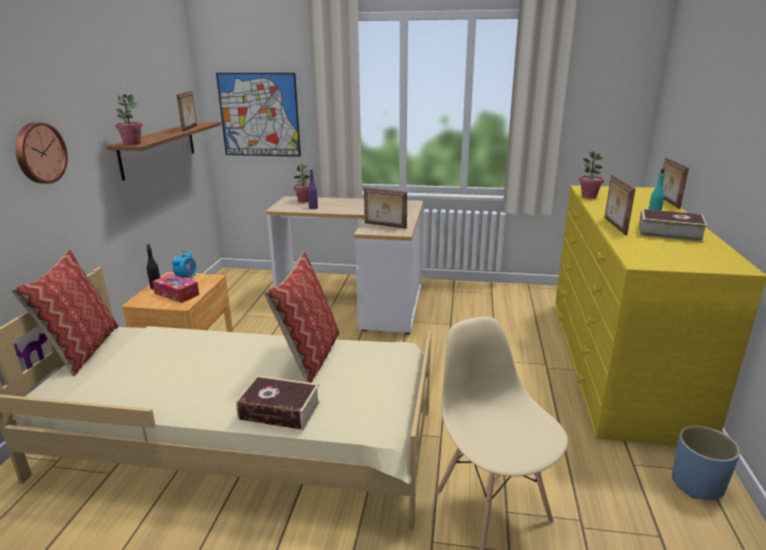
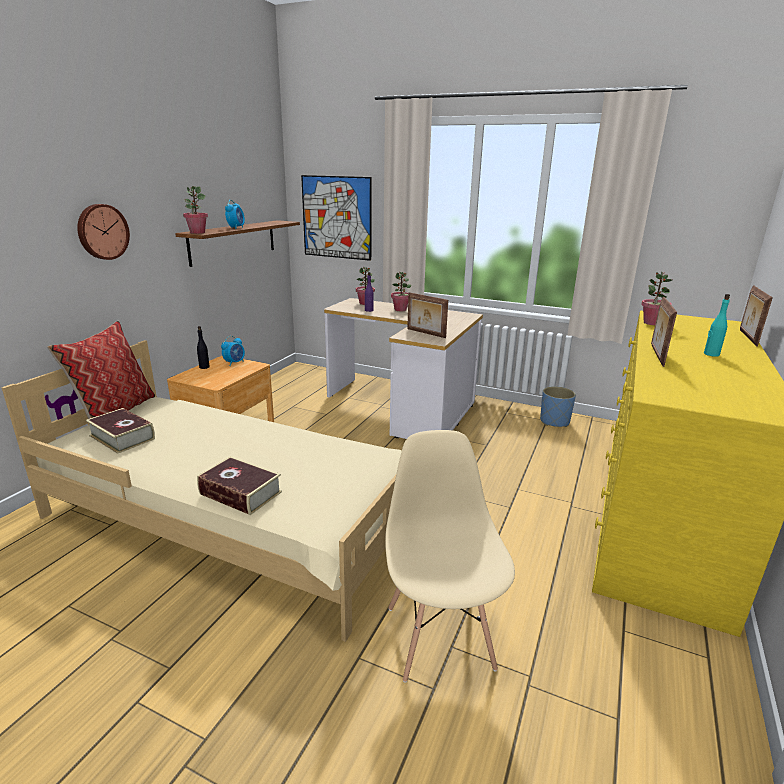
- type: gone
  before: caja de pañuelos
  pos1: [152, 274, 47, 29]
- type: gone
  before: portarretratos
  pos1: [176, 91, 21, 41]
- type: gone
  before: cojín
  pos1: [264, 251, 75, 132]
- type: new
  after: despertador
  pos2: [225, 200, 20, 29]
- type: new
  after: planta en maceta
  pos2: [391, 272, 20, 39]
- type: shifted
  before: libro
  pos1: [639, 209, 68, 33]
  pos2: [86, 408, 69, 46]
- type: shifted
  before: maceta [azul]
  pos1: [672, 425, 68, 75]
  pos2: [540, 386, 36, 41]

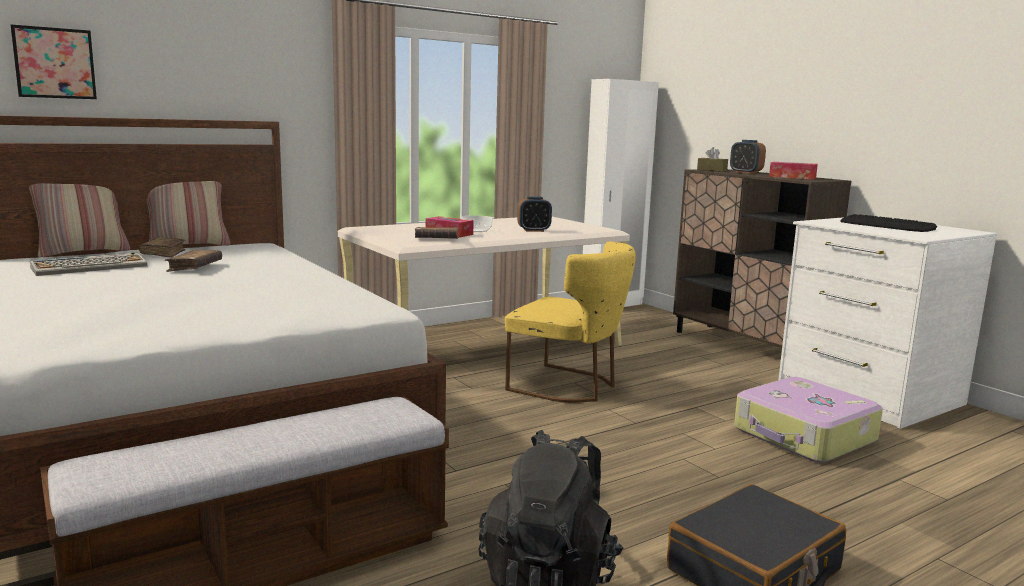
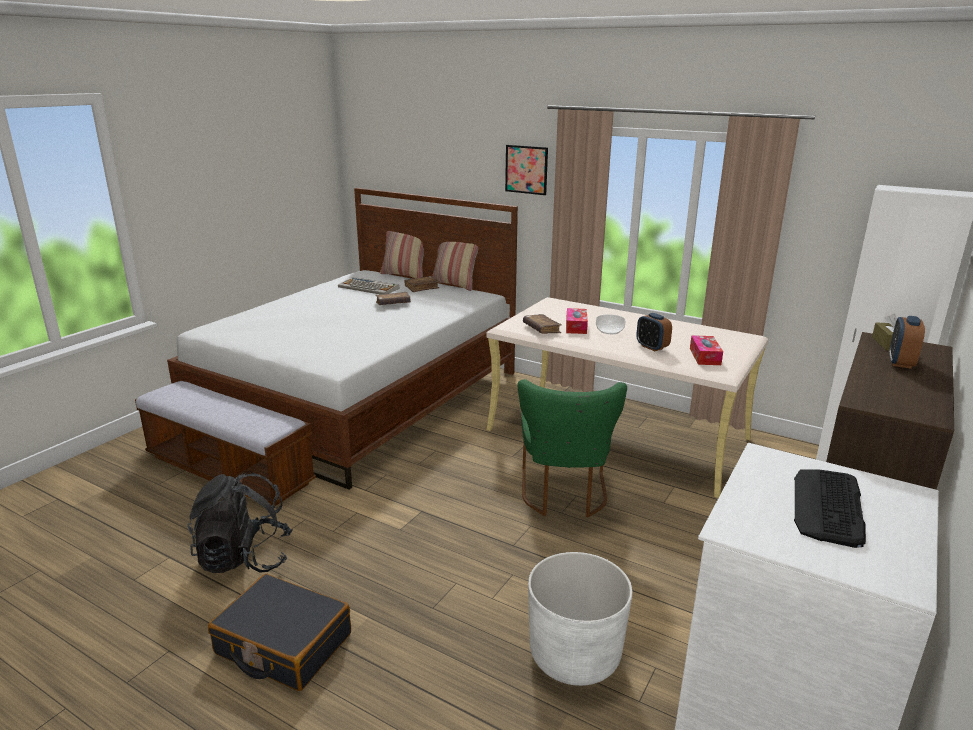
- type: shifted
  before: cuadro
  pos1: [11, 25, 86, 74]
  pos2: [505, 145, 43, 50]
- type: shifted
  before: caja de pañuelos
  pos1: [769, 162, 49, 17]
  pos2: [690, 335, 33, 30]
- type: swapped
  before: maleta
  after: maceta [blanco]
  pos1: [734, 377, 149, 86]
  pos2: [528, 552, 105, 134]
- type: repainted
  before: silla [amarillo]
  after: silla [verde]
  pos1: [505, 241, 131, 162]
  pos2: [517, 379, 110, 139]

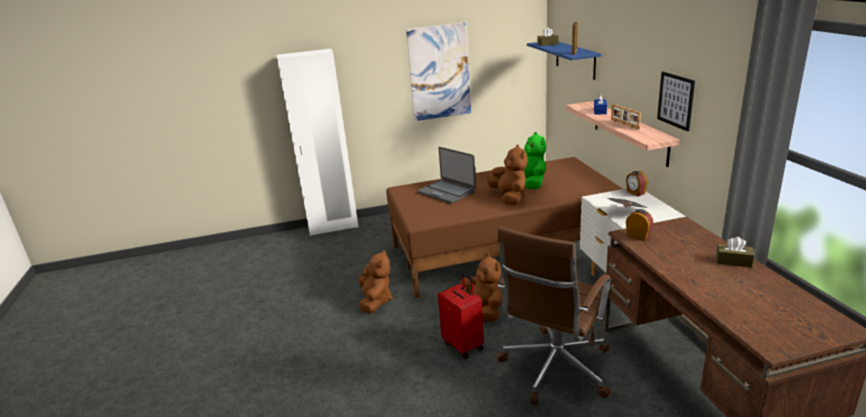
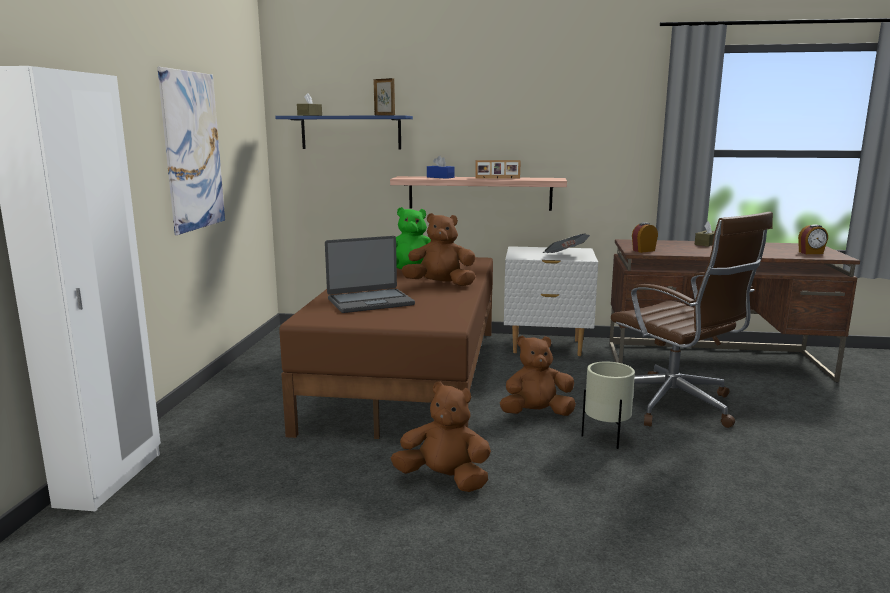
- type: gone
  before: cuadro
  pos1: [657, 72, 38, 60]
- type: shifted
  before: despertador
  pos1: [626, 171, 22, 25]
  pos2: [798, 224, 30, 30]
- type: swapped
  before: maleta [rojo]
  after: maceta [beis]
  pos1: [438, 273, 46, 86]
  pos2: [582, 361, 53, 88]

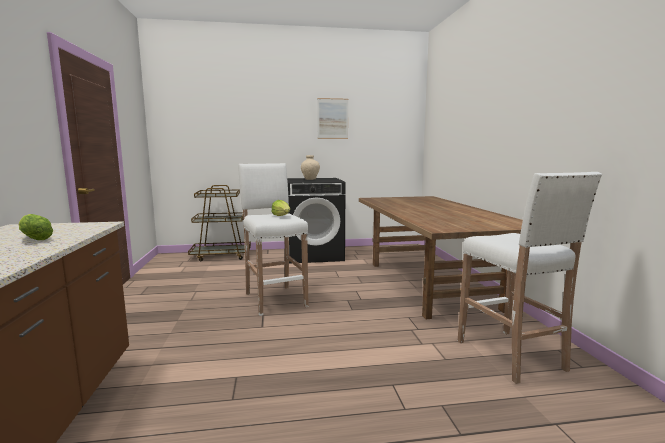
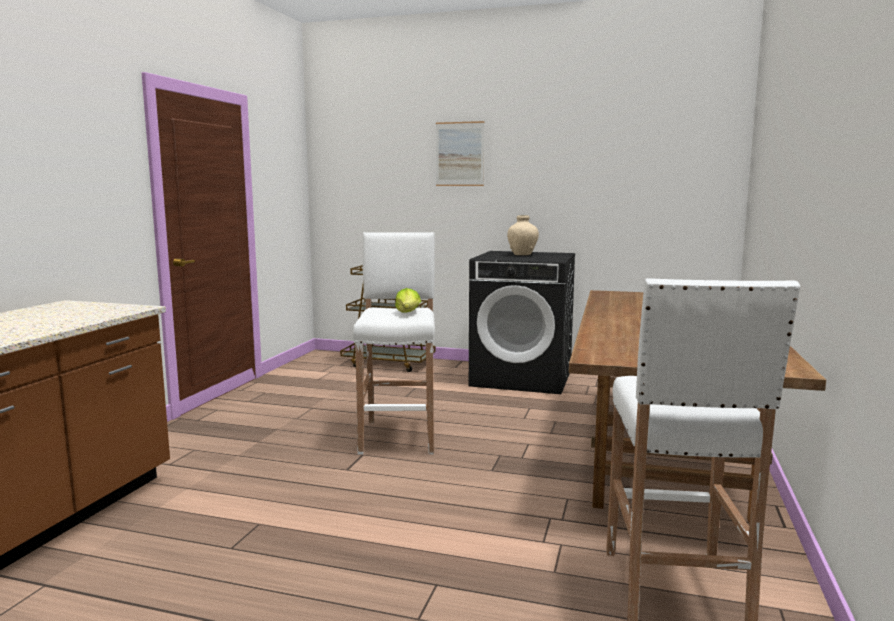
- type: gone
  before: lechuga
  pos1: [18, 214, 35, 26]
- type: shifted
  before: cuadro
  pos1: [317, 98, 31, 41]
  pos2: [436, 121, 48, 65]

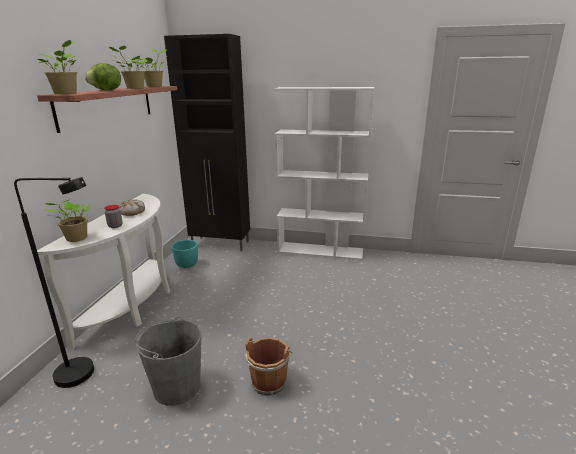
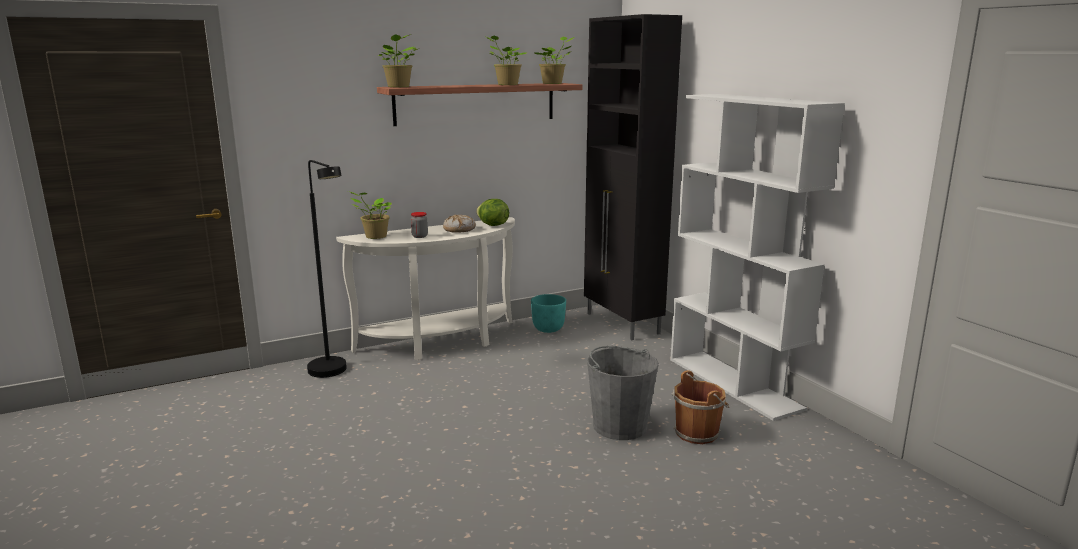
- type: shifted
  before: lechuga
  pos1: [85, 63, 36, 28]
  pos2: [476, 199, 33, 27]
- type: shifted
  before: cubo [gris]
  pos1: [135, 317, 66, 89]
  pos2: [587, 346, 72, 94]
- type: shifted
  before: cubo [marrón]
  pos1: [246, 337, 47, 59]
  pos2: [671, 370, 59, 74]

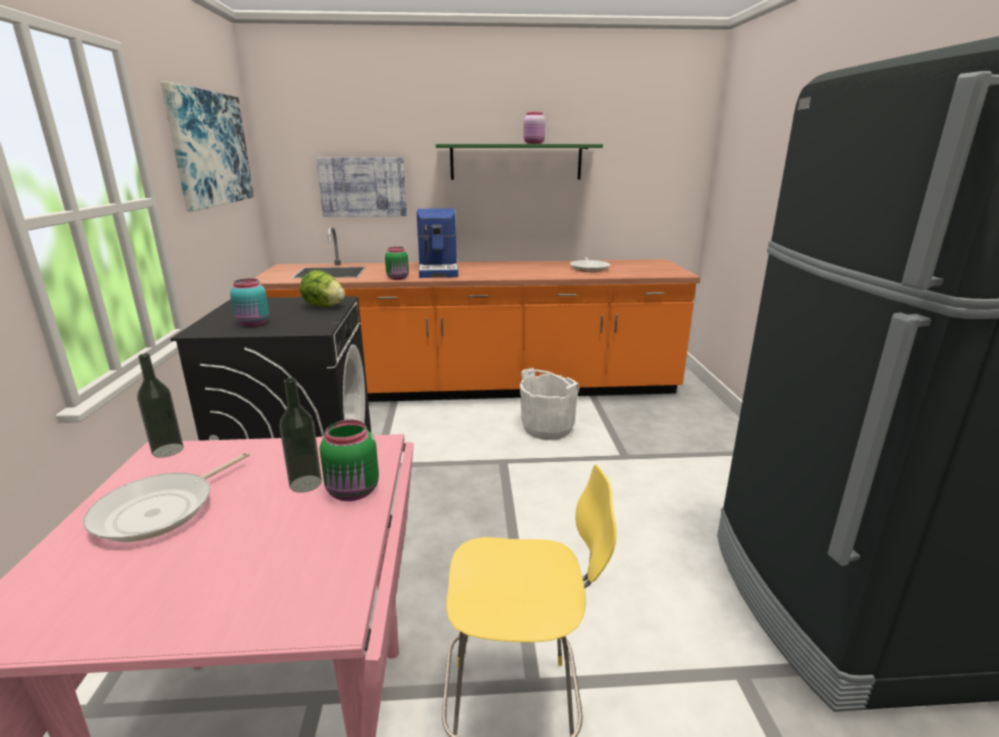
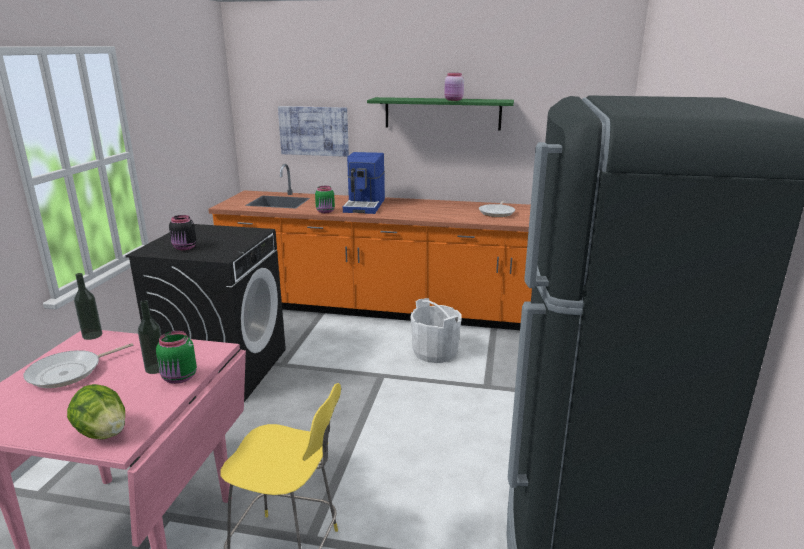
- type: gone
  before: cuadro
  pos1: [161, 81, 93, 130]
- type: shifted
  before: lechuga
  pos1: [300, 270, 45, 37]
  pos2: [67, 384, 58, 55]
- type: repainted
  before: tarro [turquesa]
  after: tarro [negro]
  pos1: [230, 278, 39, 49]
  pos2: [169, 215, 28, 35]

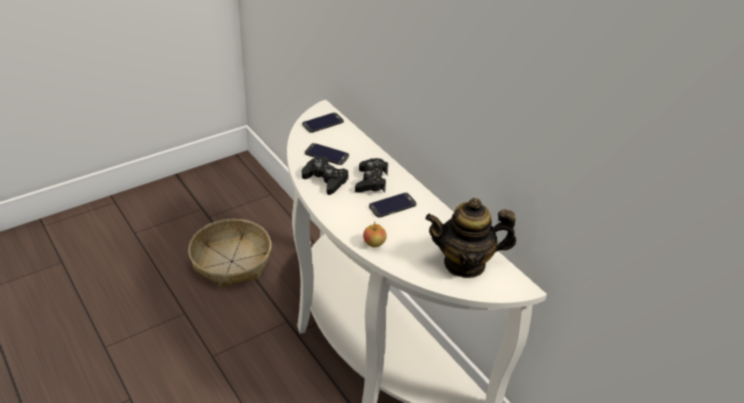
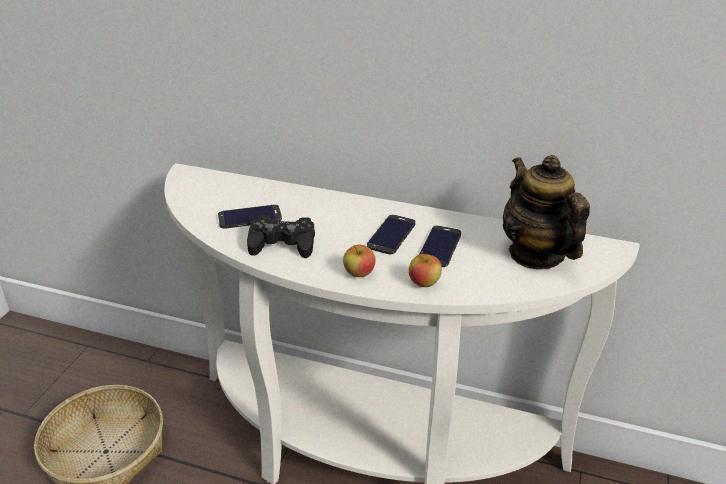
- type: gone
  before: mando de consola [negro]
  pos1: [355, 158, 33, 35]
- type: new
  after: manzana
  pos2: [343, 245, 33, 32]
- type: shifted
  before: móvil
  pos1: [302, 113, 42, 20]
  pos2: [419, 225, 42, 42]
- type: rotated
  before: tetera
  pos1: [425, 198, 91, 80]
  pos2: [503, 155, 87, 114]
  turn: 105

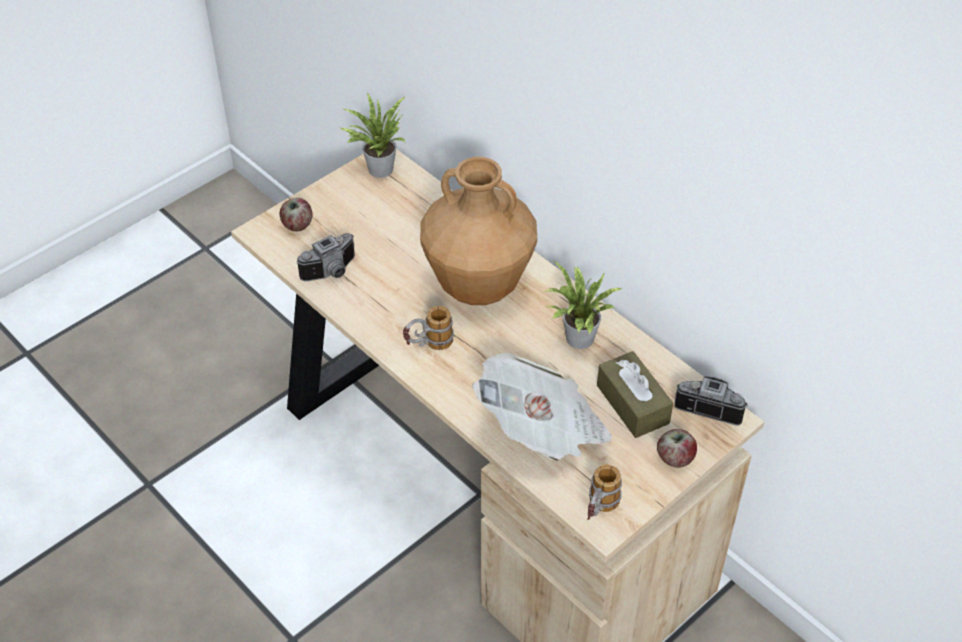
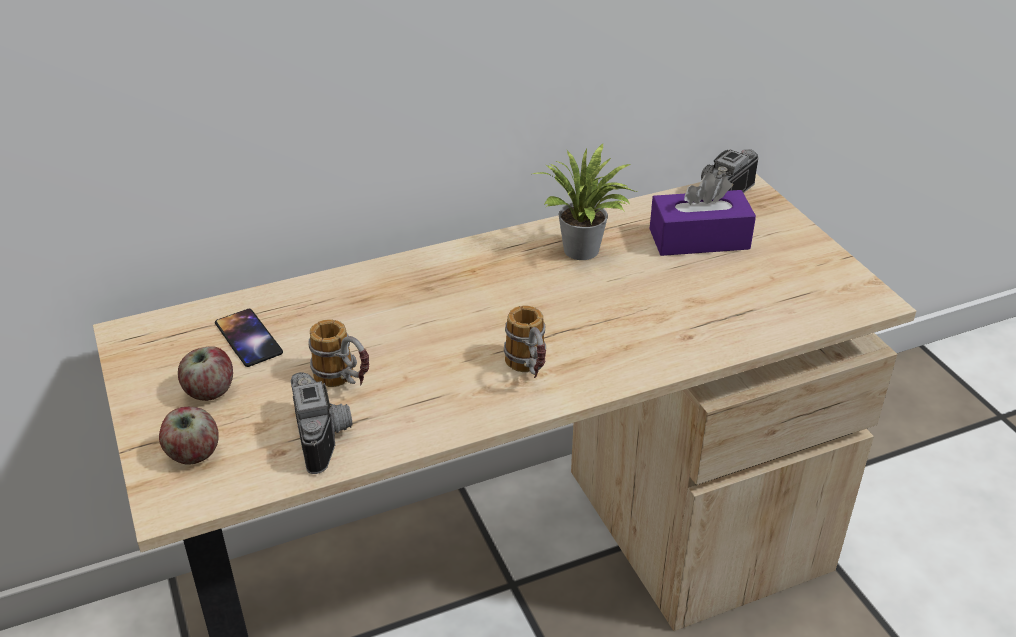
- type: gone
  before: planta en maceta
  pos1: [340, 93, 66, 85]
- type: gone
  before: florero [marrón]
  pos1: [420, 157, 117, 148]
- type: gone
  before: periódico
  pos1: [472, 353, 140, 108]
- type: new
  after: móvil
  pos2: [215, 309, 68, 58]
- type: shifted
  before: taza grande
  pos1: [587, 464, 35, 56]
  pos2: [308, 319, 61, 68]
- type: shifted
  before: manzana
  pos1: [657, 429, 40, 39]
  pos2: [178, 346, 55, 55]
- type: repainted
  before: caja de pañuelos [marrón]
  after: caja de pañuelos [morado]
  pos1: [597, 351, 76, 87]
  pos2: [650, 173, 106, 83]

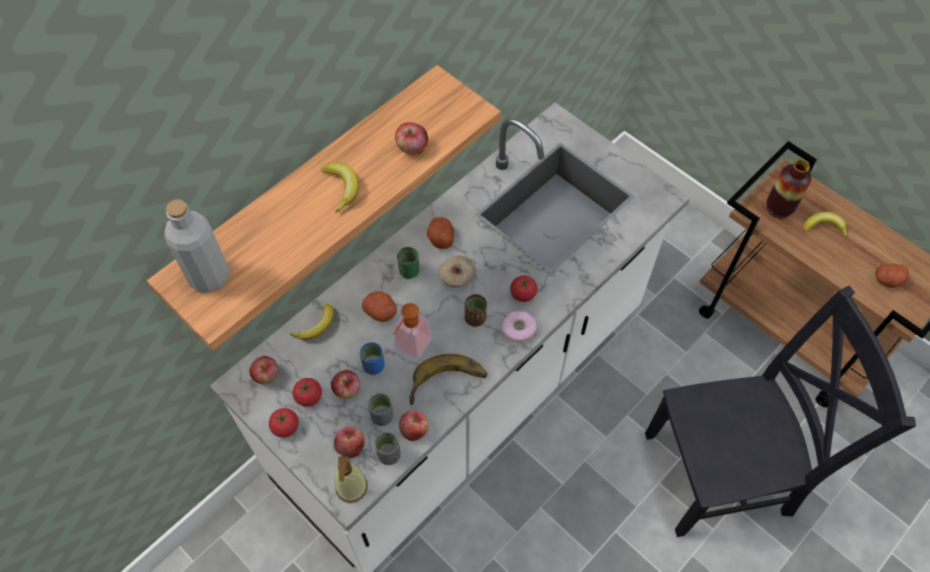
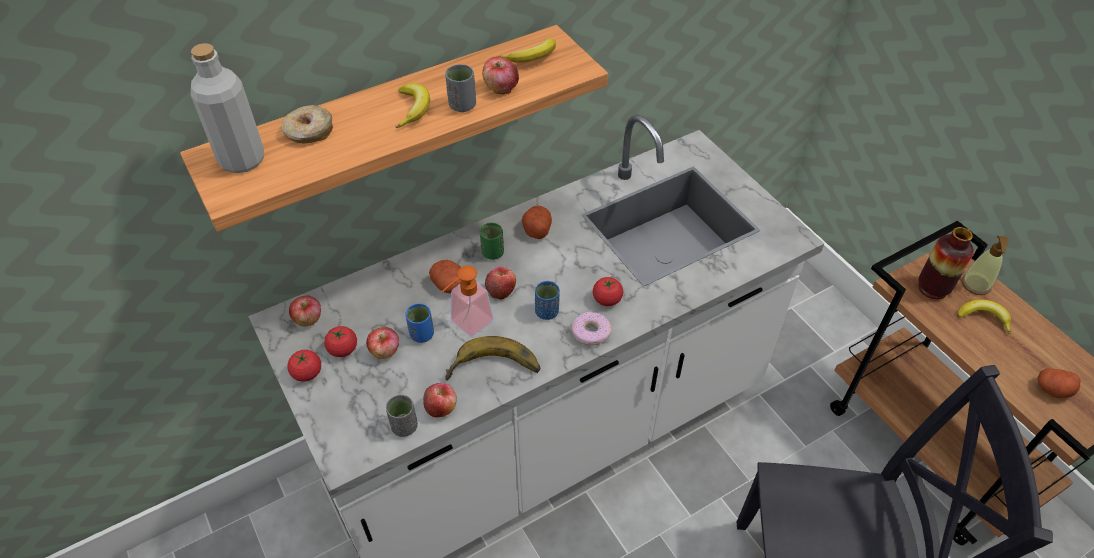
- type: shifted
  before: plátano
  pos1: [290, 304, 44, 36]
  pos2: [499, 38, 57, 25]
- type: shifted
  before: manzana
  pos1: [334, 427, 31, 31]
  pos2: [485, 267, 31, 33]
- type: shifted
  before: dispensador de jabón
  pos1: [334, 456, 34, 47]
  pos2: [962, 236, 46, 59]
- type: shifted
  before: taza [gris]
  pos1: [368, 393, 25, 33]
  pos2: [445, 64, 31, 48]
- type: shifted
  before: rosquilla
  pos1: [439, 255, 36, 33]
  pos2: [281, 105, 52, 38]
- type: repainted
  before: taza [marrón]
  after: taza [azul]
  pos1: [465, 294, 22, 33]
  pos2: [535, 281, 25, 39]

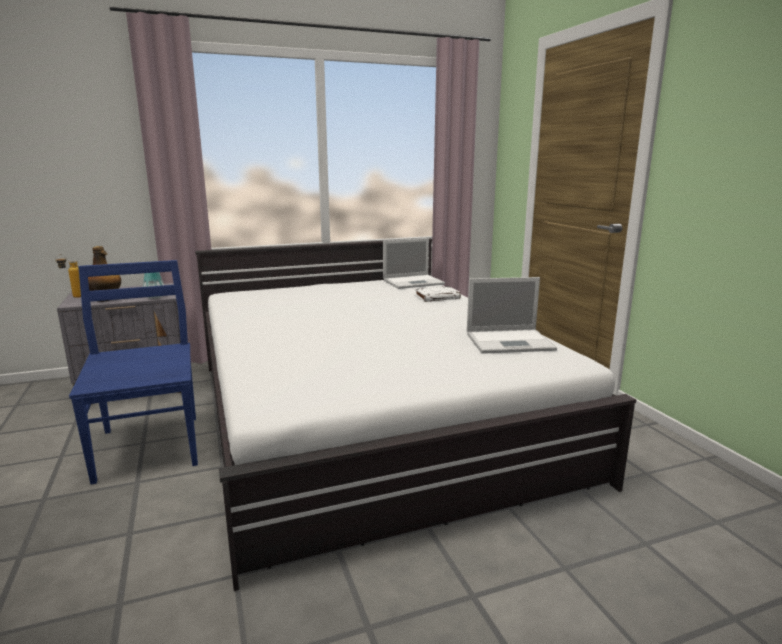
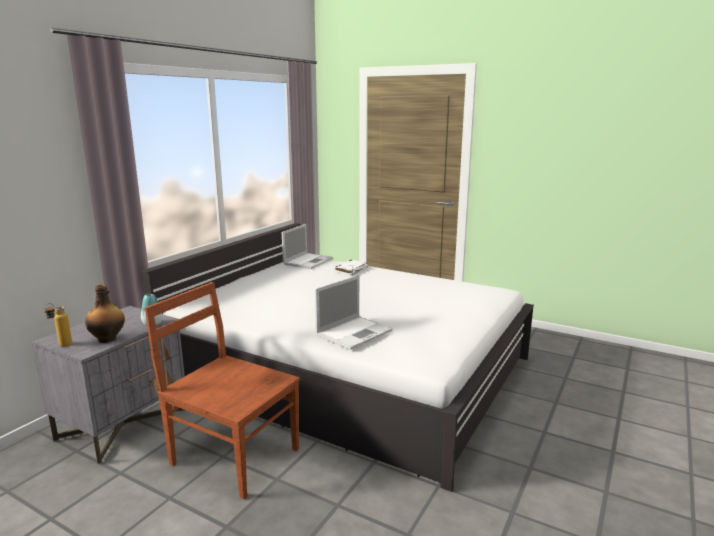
- type: shifted
  before: portátil
  pos1: [467, 277, 90, 77]
  pos2: [314, 275, 78, 75]
- type: repainted
  before: silla [azul]
  after: silla [marrón]
  pos1: [69, 260, 129, 224]
  pos2: [145, 282, 155, 217]

